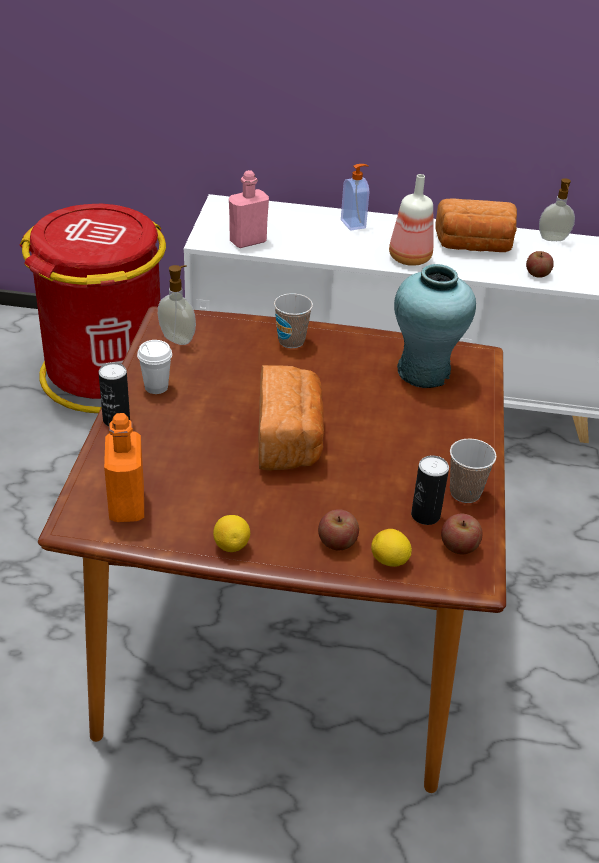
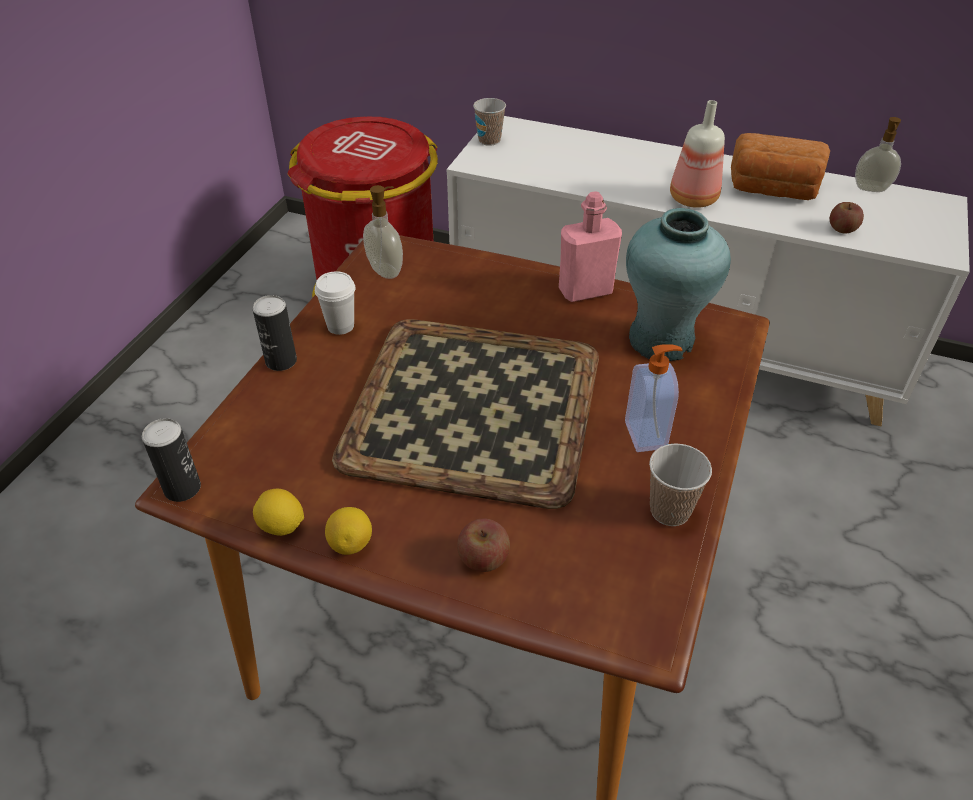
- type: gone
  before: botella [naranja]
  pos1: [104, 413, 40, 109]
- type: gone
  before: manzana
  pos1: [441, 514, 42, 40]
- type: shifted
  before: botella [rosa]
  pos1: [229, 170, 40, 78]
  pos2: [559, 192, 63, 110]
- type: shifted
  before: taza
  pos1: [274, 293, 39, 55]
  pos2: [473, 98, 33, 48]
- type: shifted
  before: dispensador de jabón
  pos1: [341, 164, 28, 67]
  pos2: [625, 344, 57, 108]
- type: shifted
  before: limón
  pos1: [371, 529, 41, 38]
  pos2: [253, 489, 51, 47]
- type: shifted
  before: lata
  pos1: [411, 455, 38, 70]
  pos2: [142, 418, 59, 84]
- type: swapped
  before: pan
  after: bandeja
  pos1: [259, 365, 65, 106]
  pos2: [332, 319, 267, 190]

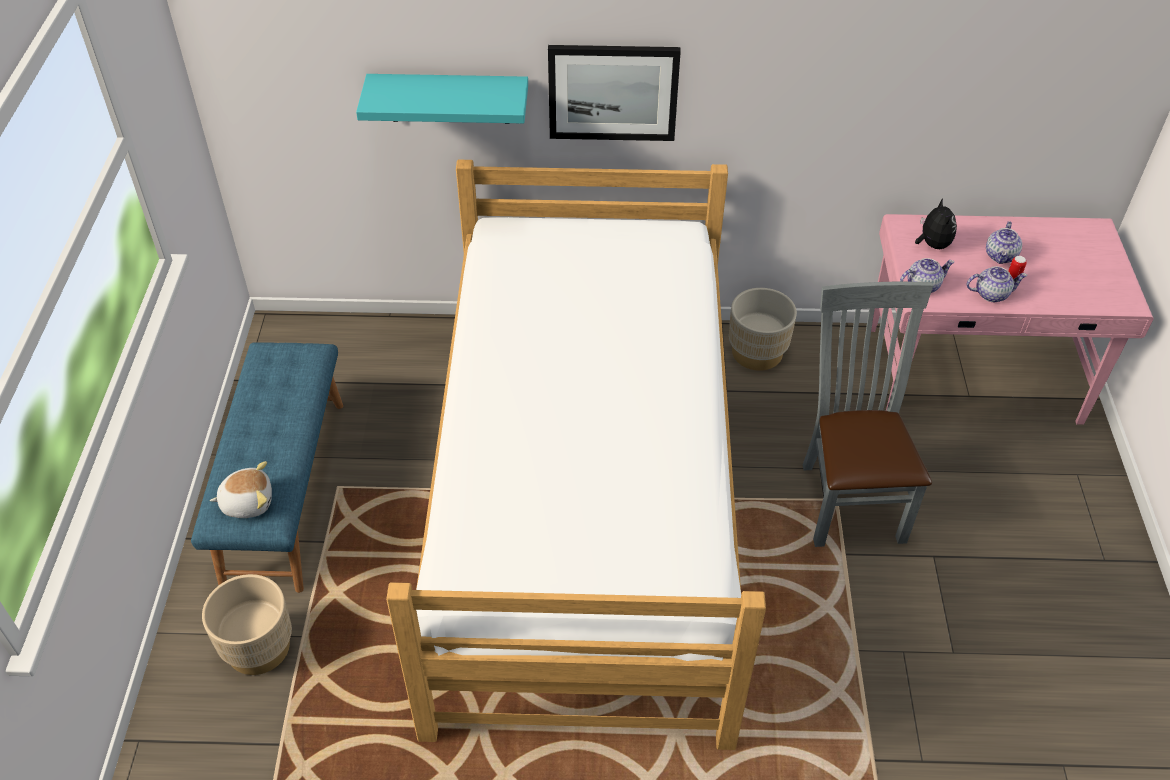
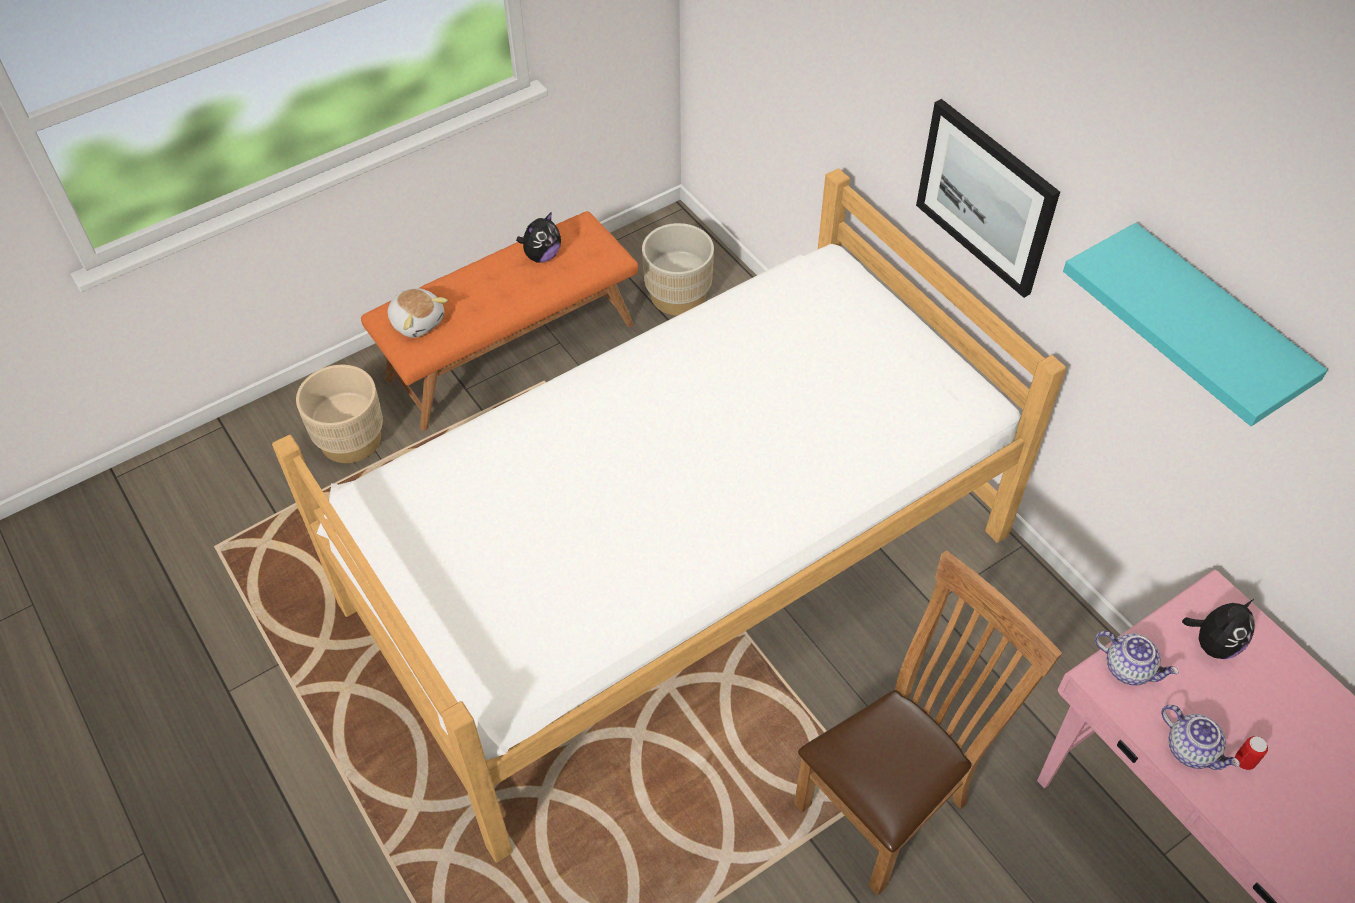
- type: gone
  before: tetera
  pos1: [986, 221, 36, 43]
- type: new
  after: peluche
  pos2: [516, 212, 45, 51]
- type: shifted
  before: estante [turquesa]
  pos1: [356, 74, 172, 50]
  pos2: [1063, 223, 265, 203]
- type: shifted
  before: maceta [beis]
  pos1: [729, 288, 68, 83]
  pos2: [642, 223, 72, 93]
- type: repainted
  before: banco [azul]
  after: banco [naranja]
  pos1: [191, 343, 152, 250]
  pos2: [361, 211, 277, 220]
- type: repainted
  before: silla [gris]
  after: silla [marrón]
  pos1: [803, 282, 130, 265]
  pos2: [794, 550, 268, 346]

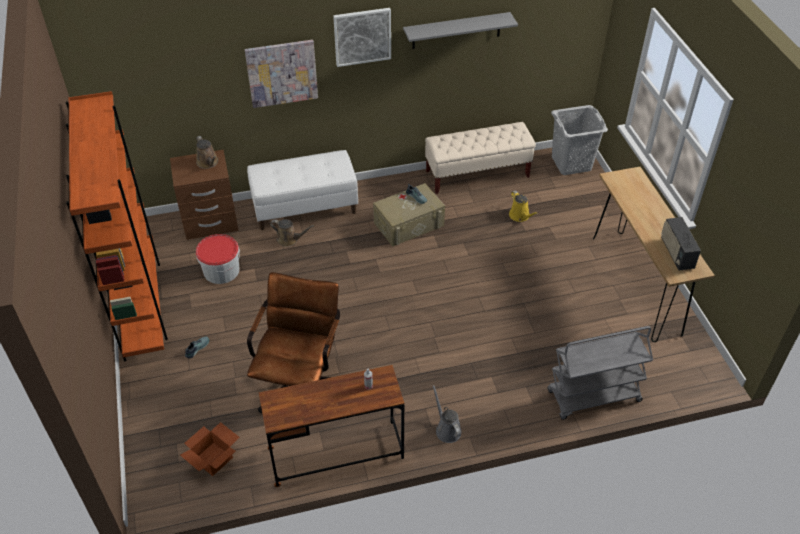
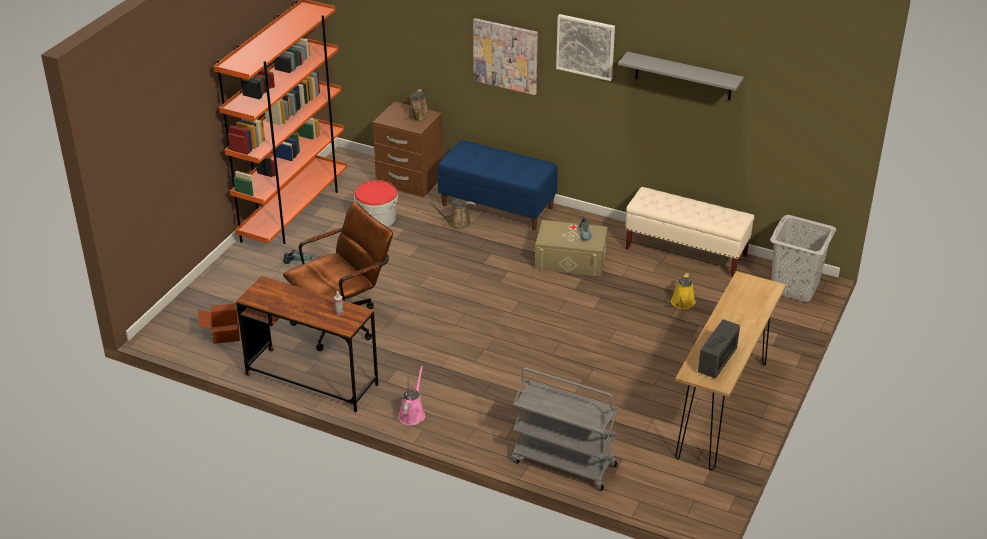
- type: repainted
  before: banco [blanco]
  after: banco [azul]
  pos1: [247, 150, 111, 80]
  pos2: [437, 140, 121, 90]
- type: repainted
  before: regadera [gris]
  after: regadera [rosa]
  pos1: [433, 385, 28, 58]
  pos2: [398, 366, 27, 59]
- type: rotated
  before: regadera [marrón]
  pos1: [270, 219, 44, 28]
  pos2: [426, 199, 50, 30]
  turn: 120

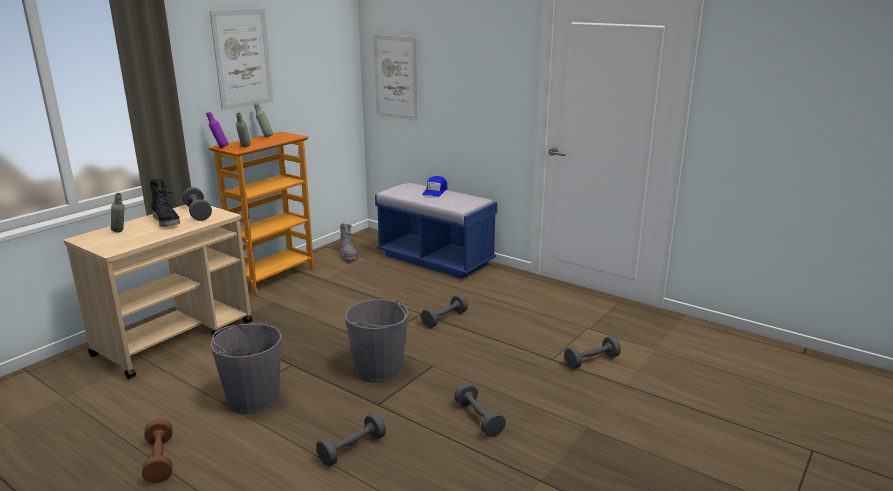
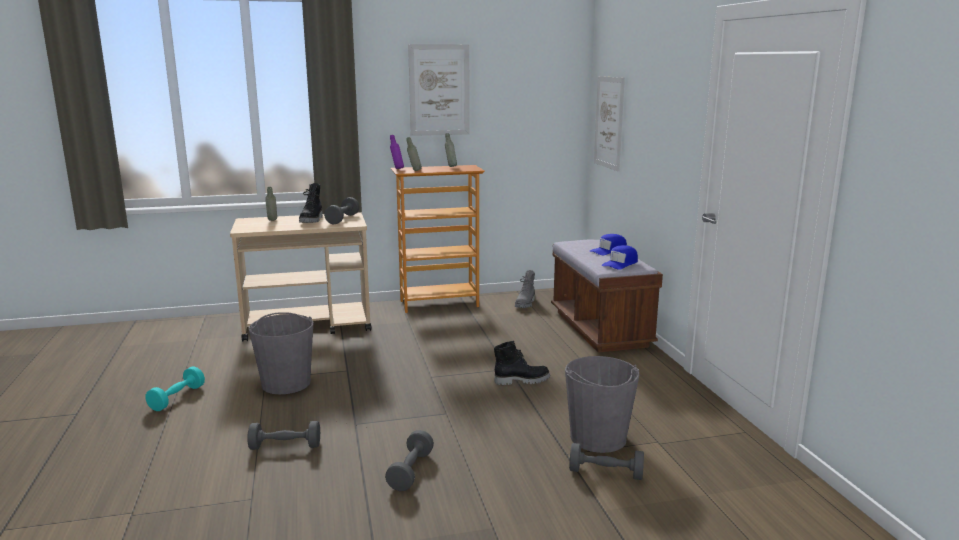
- type: new
  after: gorra [azul]
  pos2: [602, 245, 36, 25]
- type: shifted
  before: cubo [gris]
  pos1: [345, 299, 64, 84]
  pos2: [565, 356, 74, 97]
- type: swapped
  before: mancuerna [gris]
  after: bota [negro]
  pos1: [421, 294, 47, 34]
  pos2: [494, 341, 56, 44]
- type: repainted
  before: mancuerna [marrón]
  after: mancuerna [turquesa]
  pos1: [142, 419, 31, 64]
  pos2: [145, 366, 60, 45]
- type: repainted
  before: banco [azul]
  after: banco [marrón]
  pos1: [375, 183, 122, 96]
  pos2: [551, 240, 112, 113]

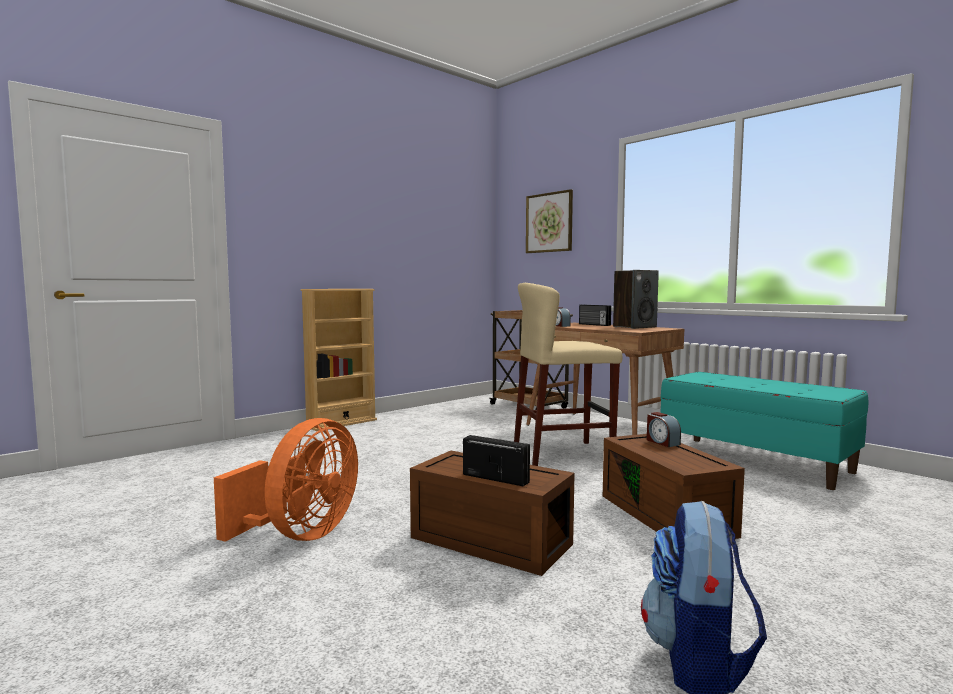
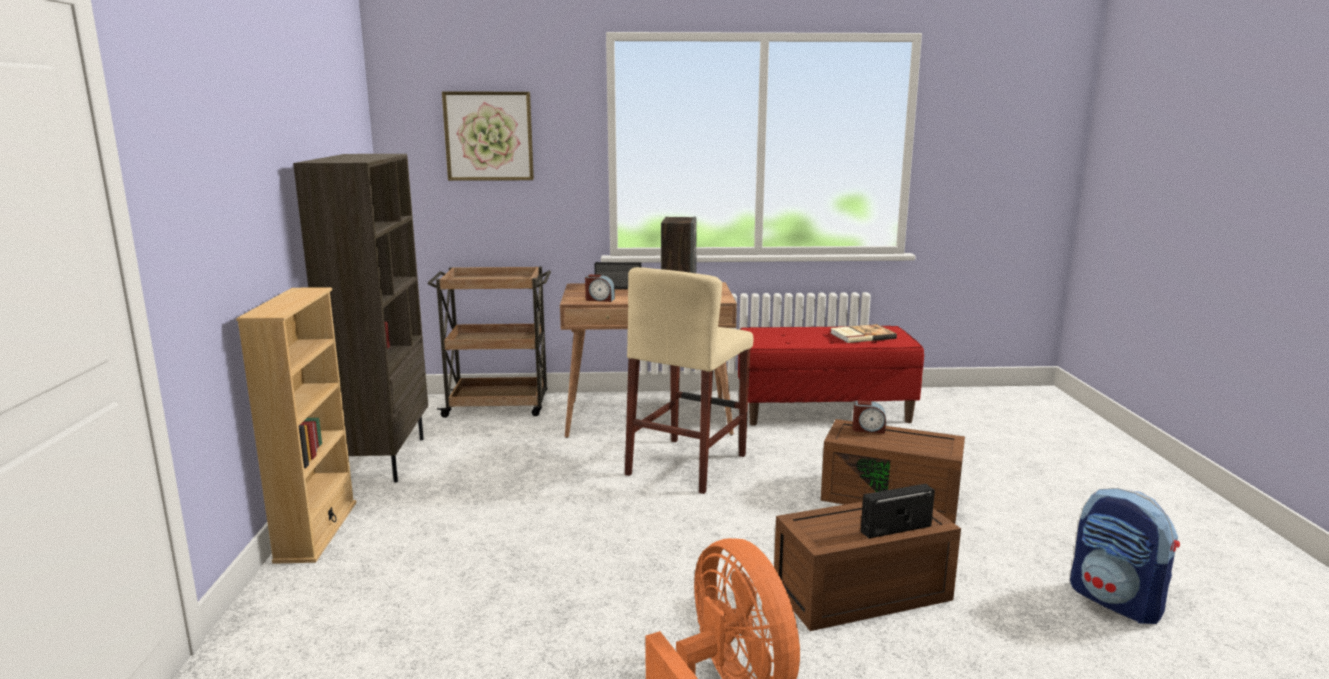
- type: new
  after: estantería [marrón]
  pos2: [293, 154, 135, 329]
- type: new
  after: libro
  pos2: [830, 324, 67, 19]
- type: repainted
  before: banco [turquesa]
  after: banco [rojo]
  pos1: [660, 372, 208, 118]
  pos2: [738, 326, 186, 100]

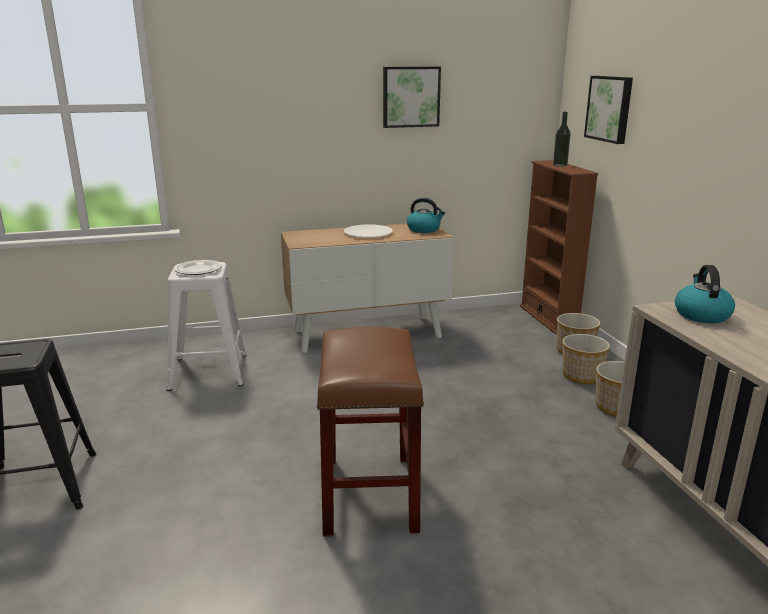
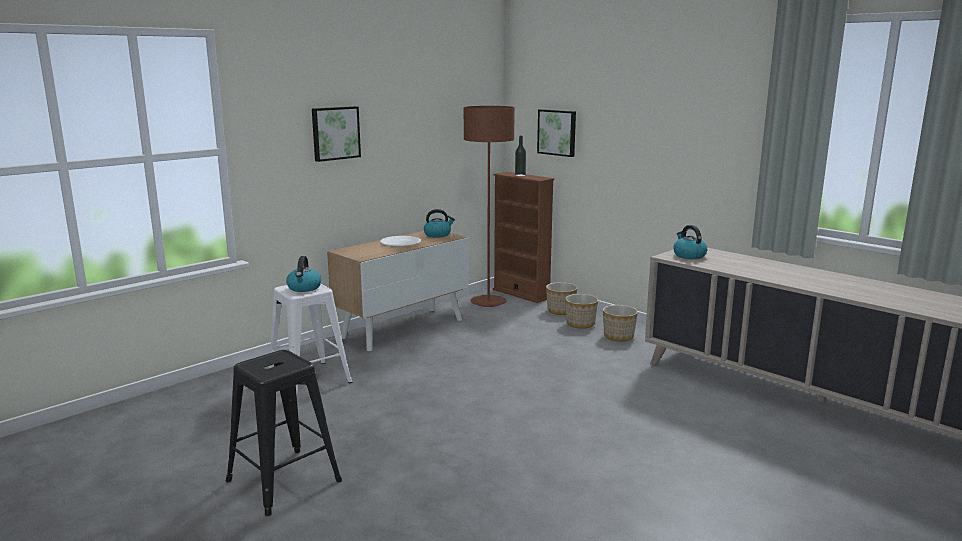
- type: gone
  before: taburete [marrón]
  pos1: [317, 327, 107, 210]
- type: new
  after: lámpara de pie [marrón]
  pos2: [463, 106, 52, 201]
- type: shifted
  before: cuadro
  pos1: [383, 66, 58, 62]
  pos2: [312, 106, 49, 56]
- type: swapped
  before: plato
  after: hervidor
  pos1: [174, 260, 48, 15]
  pos2: [286, 256, 36, 36]

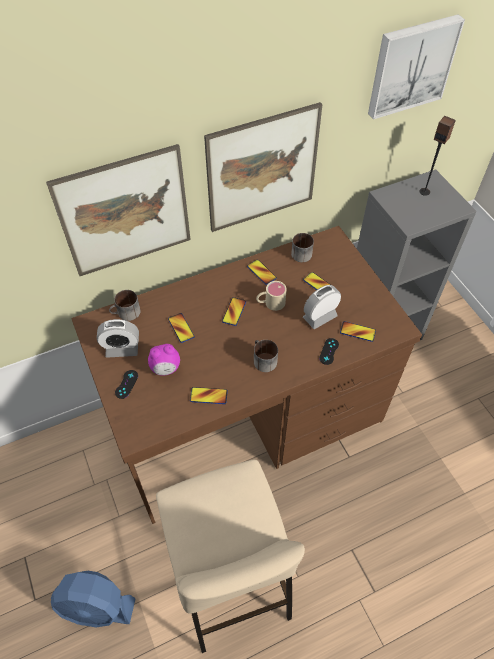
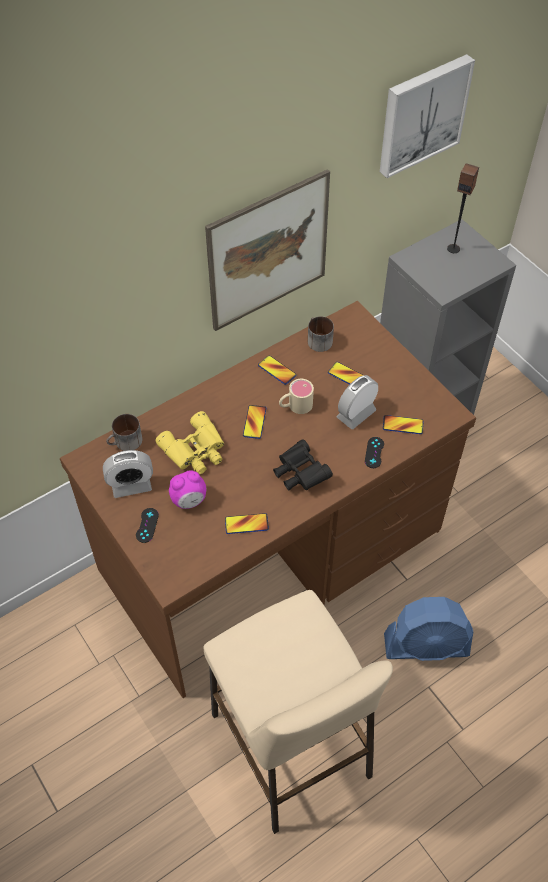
- type: gone
  before: cuadro
  pos1: [46, 144, 145, 132]
- type: shifted
  before: ventilador [azul]
  pos1: [51, 571, 85, 56]
  pos2: [384, 597, 89, 64]
- type: swapped
  before: móvil
  after: prismáticos [amarillo]
  pos1: [168, 313, 27, 30]
  pos2: [155, 411, 69, 63]
- type: swapped
  before: taza grande
  after: prismáticos [negro]
  pos1: [254, 340, 24, 32]
  pos2: [273, 439, 60, 51]

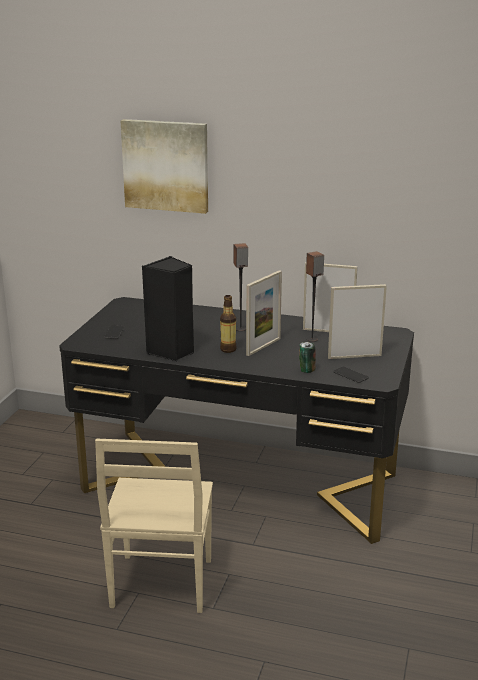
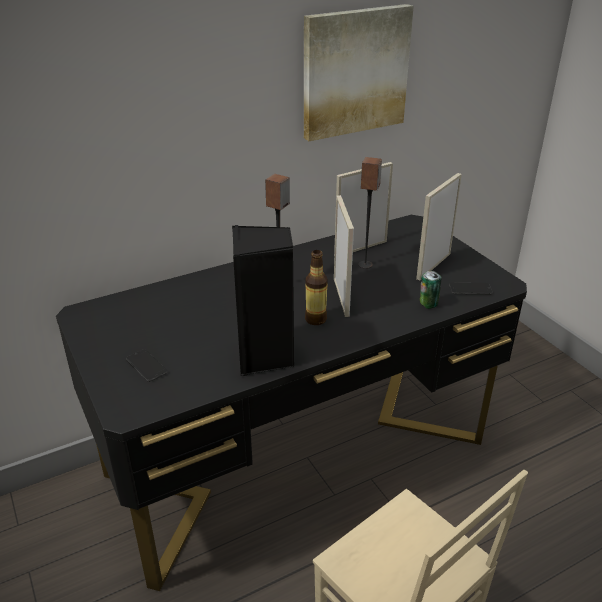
- type: shifted
  before: cuadro
  pos1: [121, 119, 87, 95]
  pos2: [304, 4, 110, 137]

